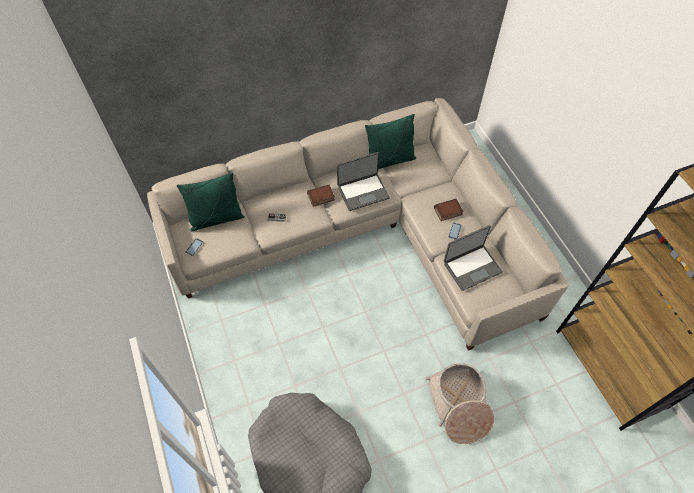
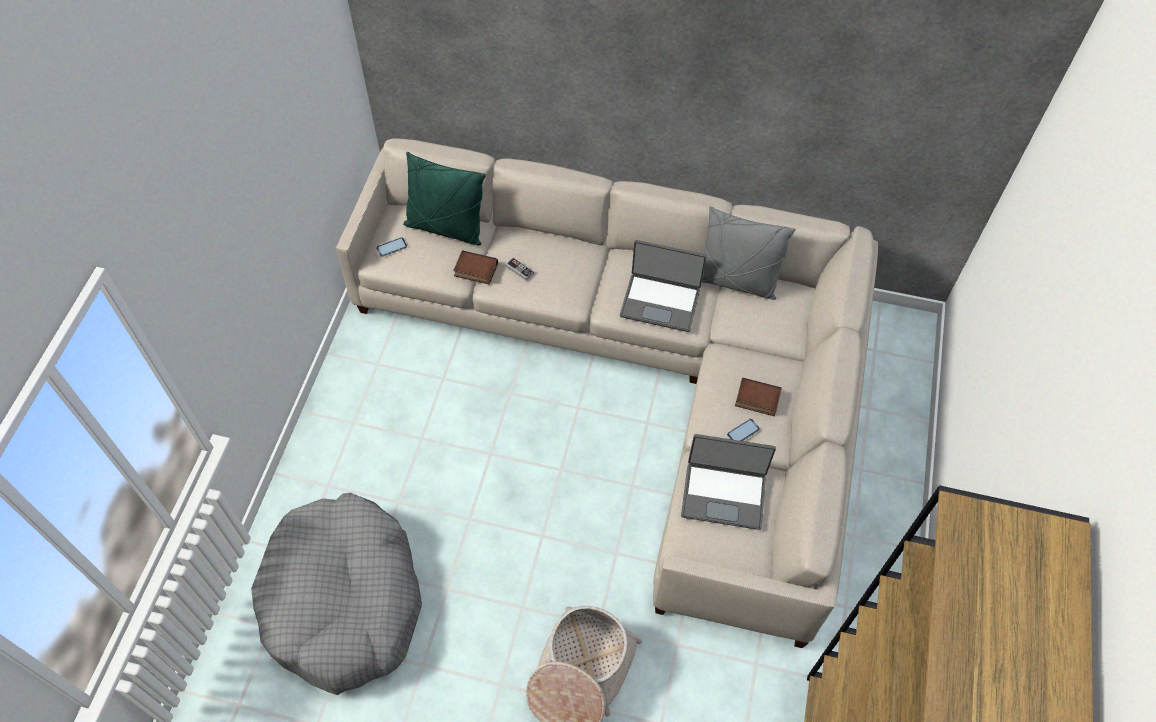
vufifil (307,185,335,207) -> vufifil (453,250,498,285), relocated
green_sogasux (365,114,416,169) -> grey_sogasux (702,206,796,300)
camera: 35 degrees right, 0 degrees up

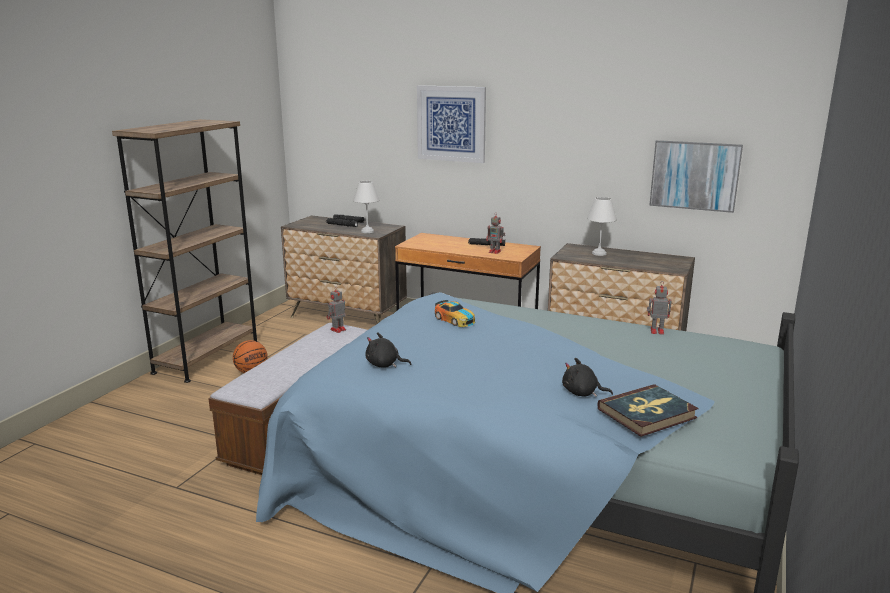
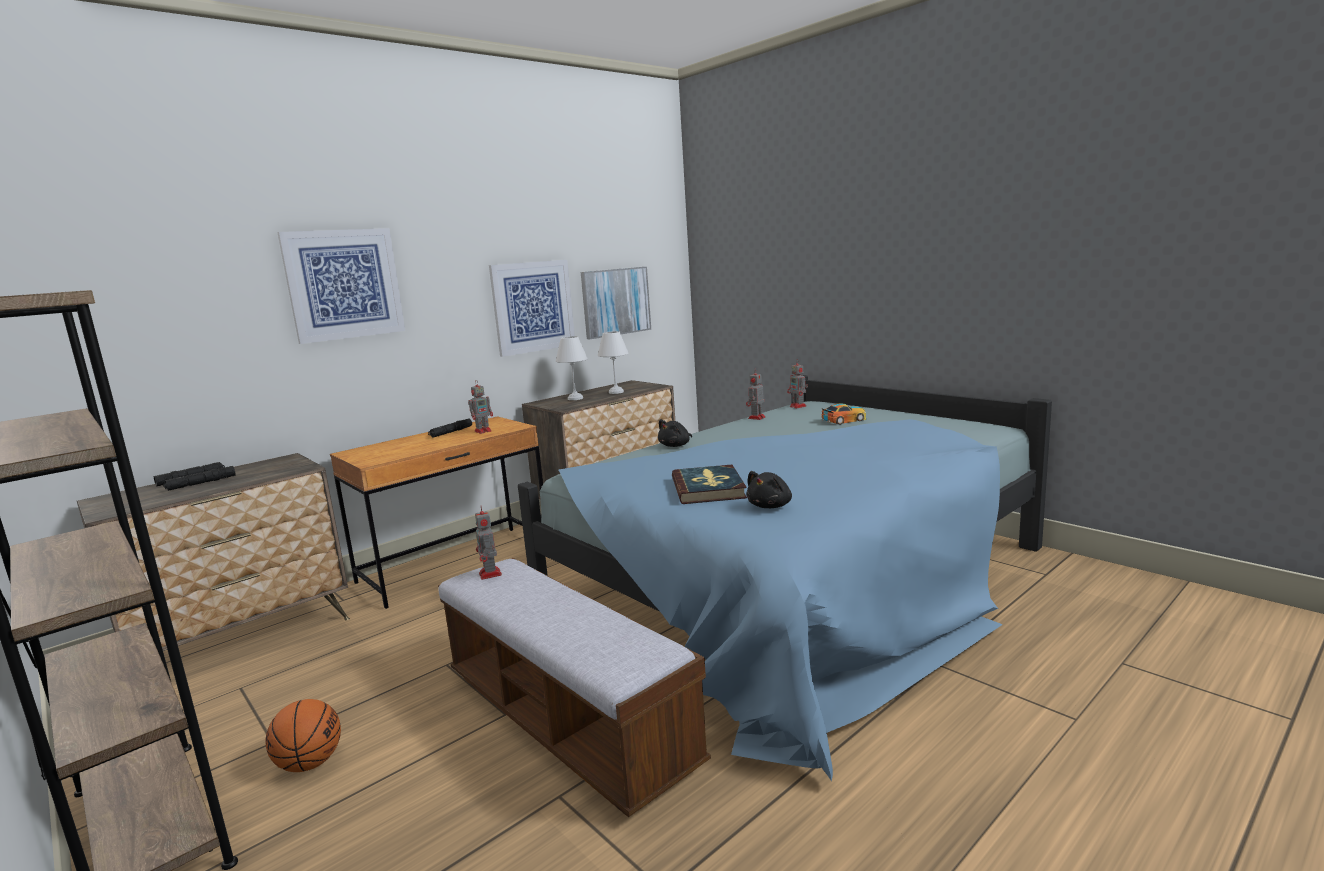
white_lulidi (353,181,379,233) -> white_lulidi (598,331,629,394), relocated
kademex (435,300,475,327) -> kademex (822,403,866,425), relocated
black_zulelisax (562,358,613,397) -> black_zulelisax (658,419,692,447), relocated
vufifil (598,384,699,437) -> vufifil (672,465,747,504), relocated
none -> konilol (489,260,575,357)
none -> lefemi (787,360,808,408)
camera: 65 degrees left, 5 degrees down

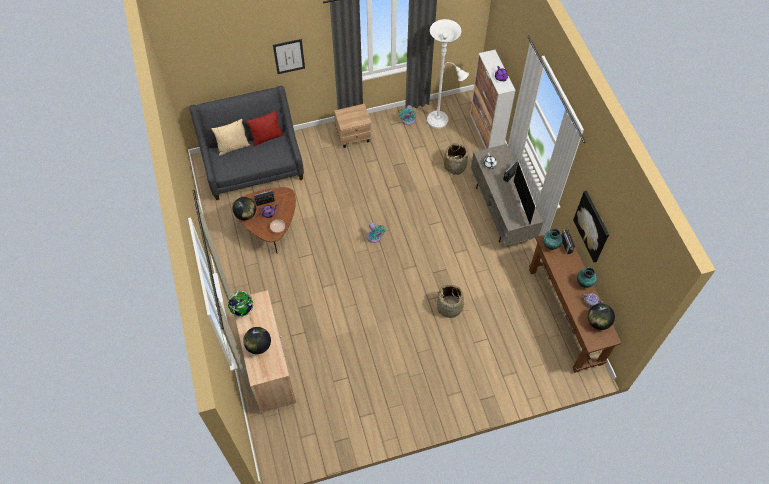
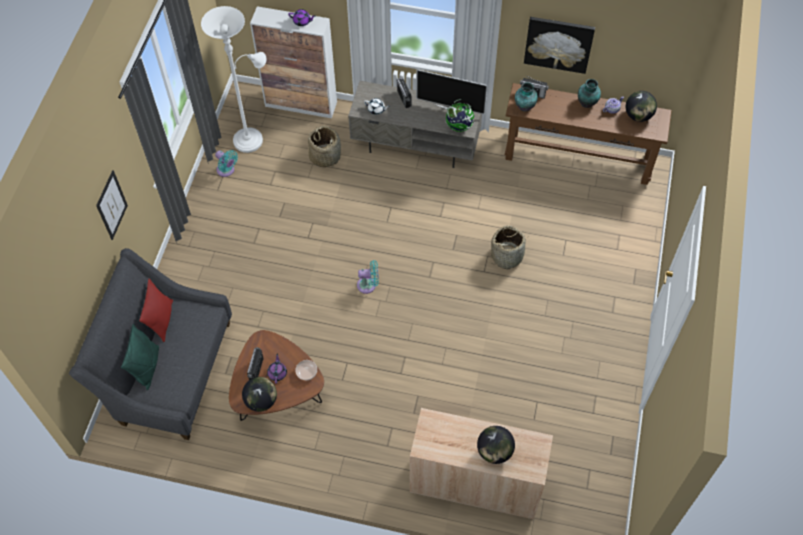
beige_sogasux (211,119,250,156) -> green_sogasux (121,324,159,390)
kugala (228,290,253,317) -> kugala (446,99,475,132), relocated
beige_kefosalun (334,104,372,148) -> none
camera: 60 degrees left, 0 degrees up

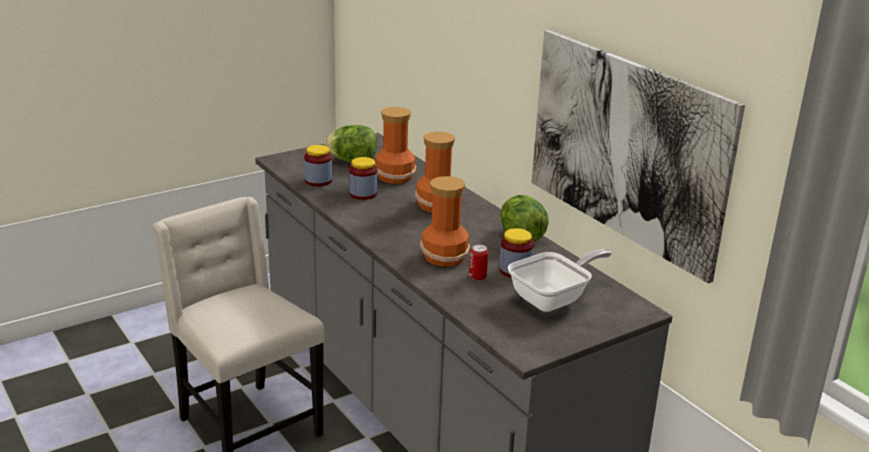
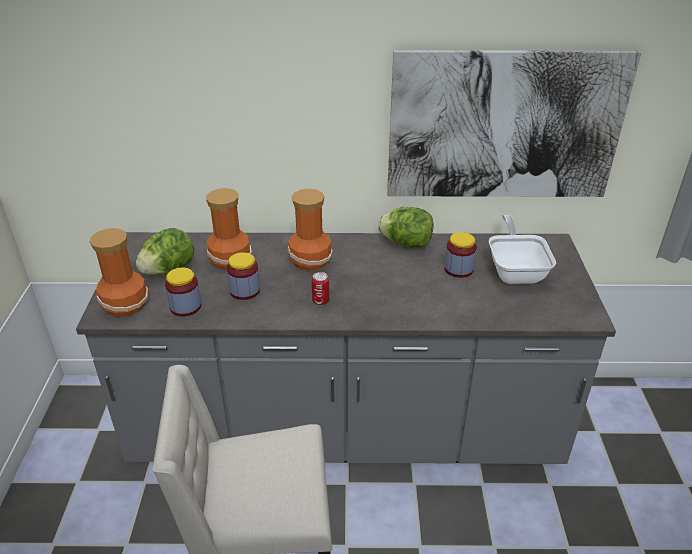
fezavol (420,176,470,267) -> fezavol (90,228,148,317), relocated
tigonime (469,244,488,281) -> tigonime (312,272,329,305), relocated
camera: 55 degrees left, 10 degrees up

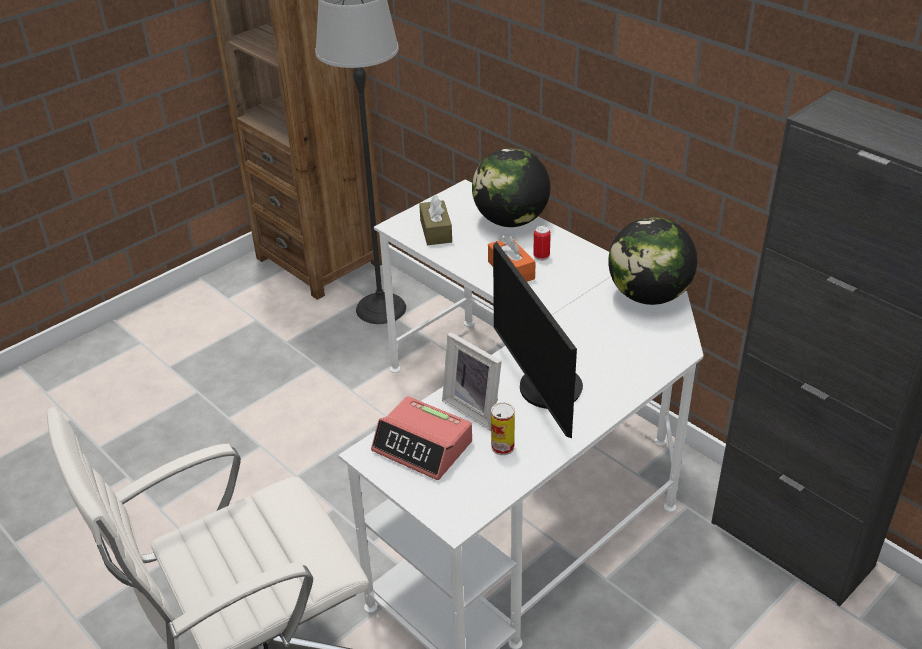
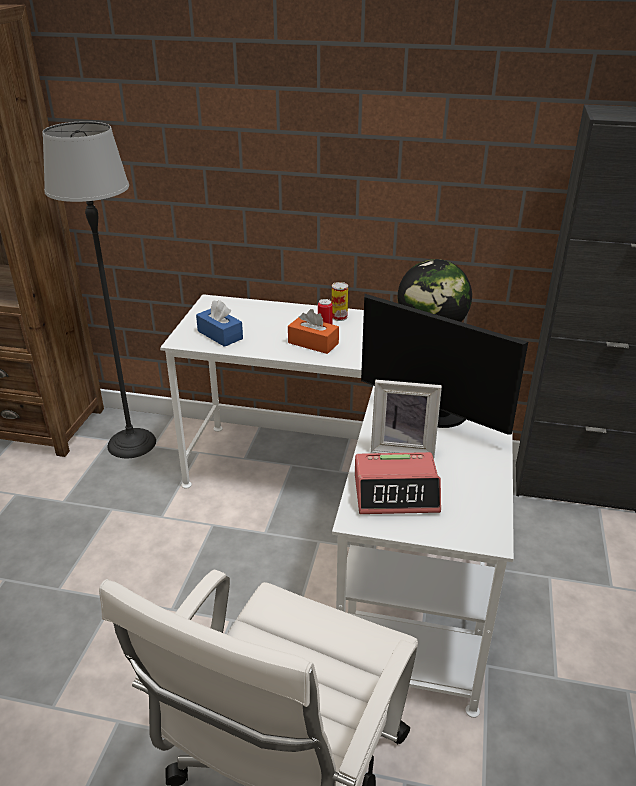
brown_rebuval (419,195,452,245) -> blue_rebuval (196,300,243,347)
kugala (472,148,550,227) -> none
tigonime (491,402,515,455) -> tigonime (332,282,348,321), relocated
camera: 35 degrees left, 5 degrees down

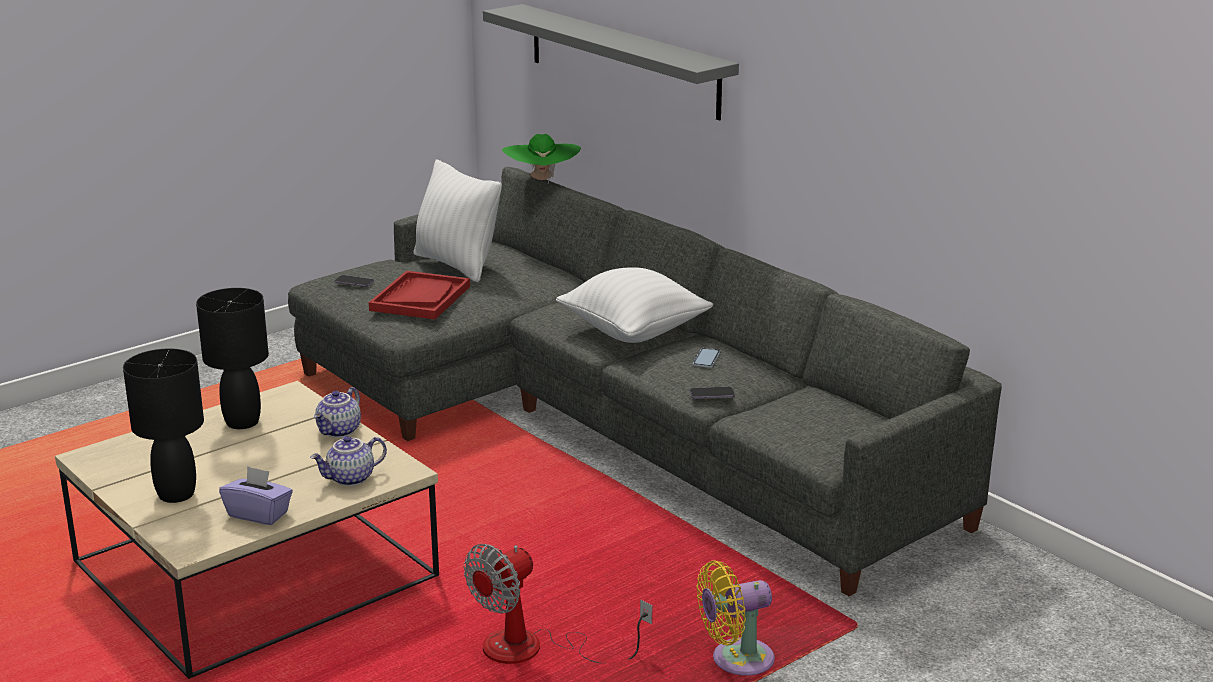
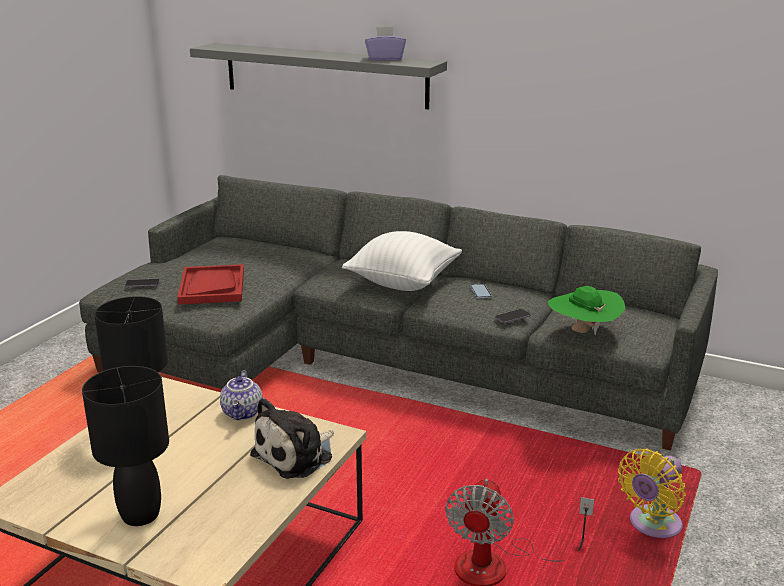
purple_rebuval (219,466,293,525) -> purple_rebuval (365,27,406,61), relocated
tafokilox (310,436,387,486) -> zulelisax (250,398,334,479)
white_sogasux (413,159,502,282) -> none
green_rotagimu (502,134,581,183) -> green_rotagimu (548,286,625,335), relocated
camera: 25 degrees left, 0 degrees up

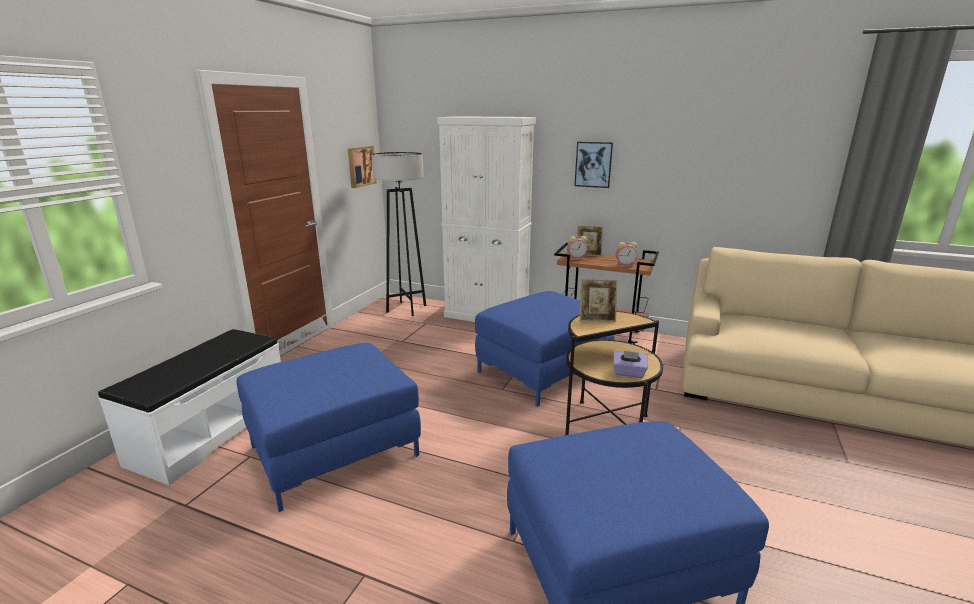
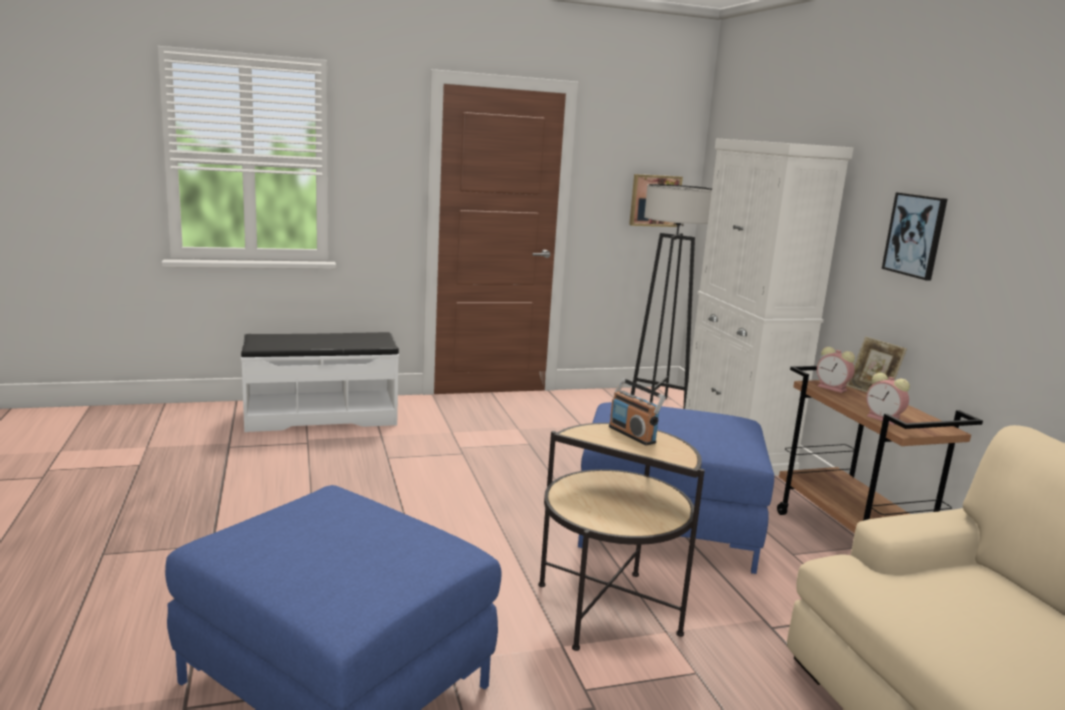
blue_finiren (237,343,421,512) -> none
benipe (580,279,618,322) -> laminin (609,378,666,446)
purple_rebuval (613,351,648,378) -> none
camera: 50 degrees right, 5 degrees down

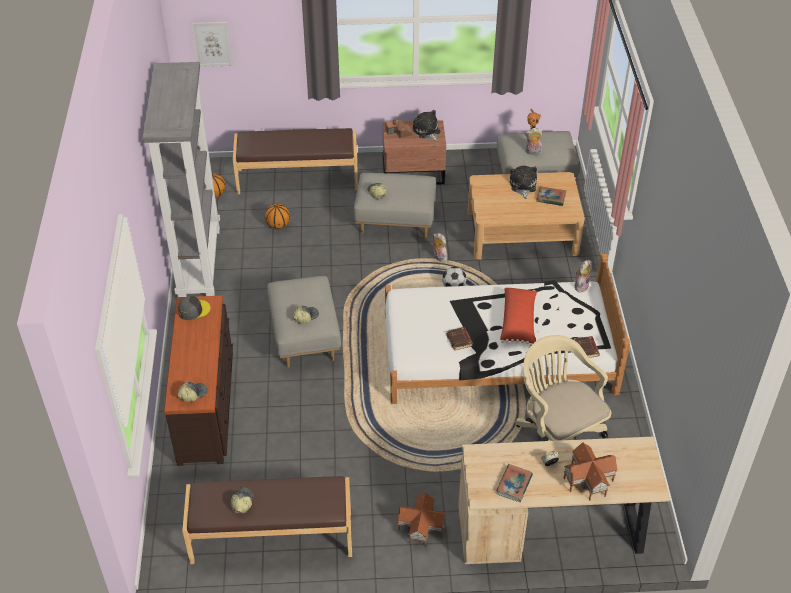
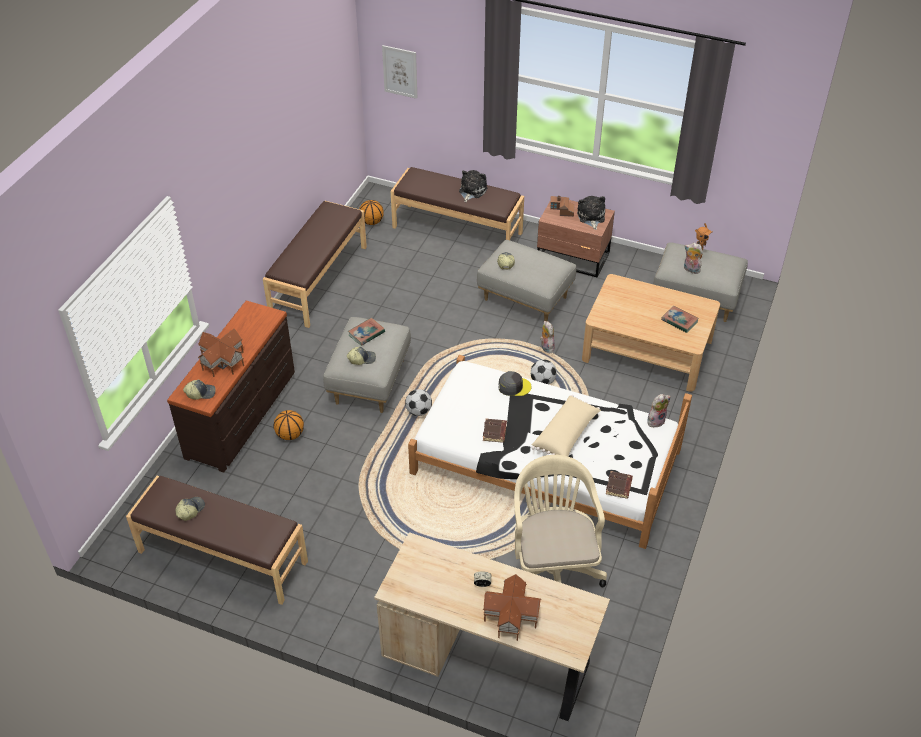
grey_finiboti (142,62,220,297) -> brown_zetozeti (263,201,367,328)
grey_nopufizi (178,296,211,320) -> grey_nopufizi (498,371,531,396), relocated
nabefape (265,204,290,229) -> nabefape (274,410,304,440), relocated
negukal (397,492,446,547) -> negukal (198,329,244,377), relocated
vufifil (496,464,533,502) -> vufifil (348,318,385,346), relocated
red_sogasux (500,287,537,346) -> beige_sogasux (531,395,601,456)
zulelisax (510,166,537,199) -> zulelisax (459,170,487,202), relocated
none -> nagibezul (405,389,432,416)
camera: 25 degrees right, 0 degrees up

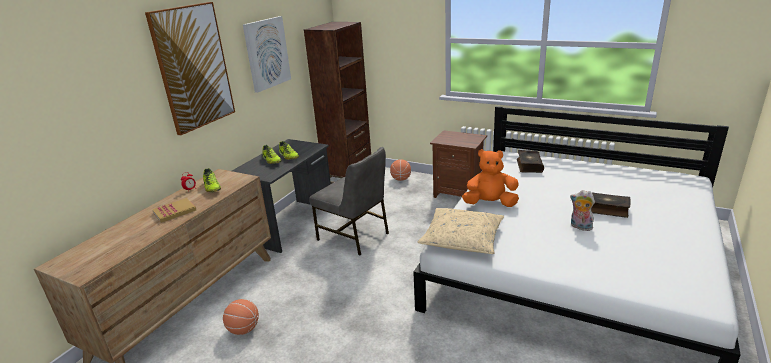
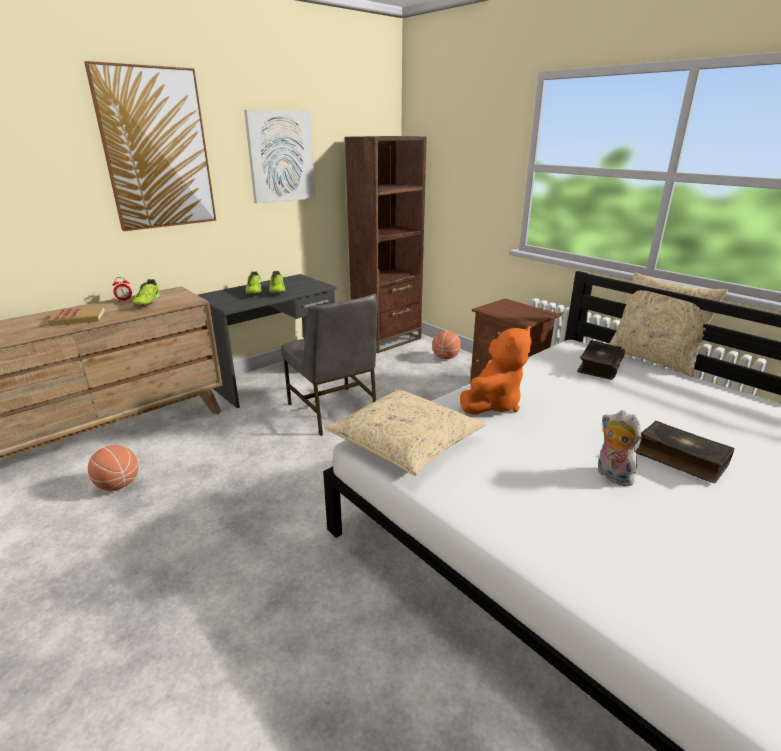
orange_zulelisax (462,149,519,207) -> orange_zulelisax (460,326,531,415), 105 degrees clockwise
none -> beige_sogasux (609,272,728,377)
camera: 20 degrees right, 0 degrees up

